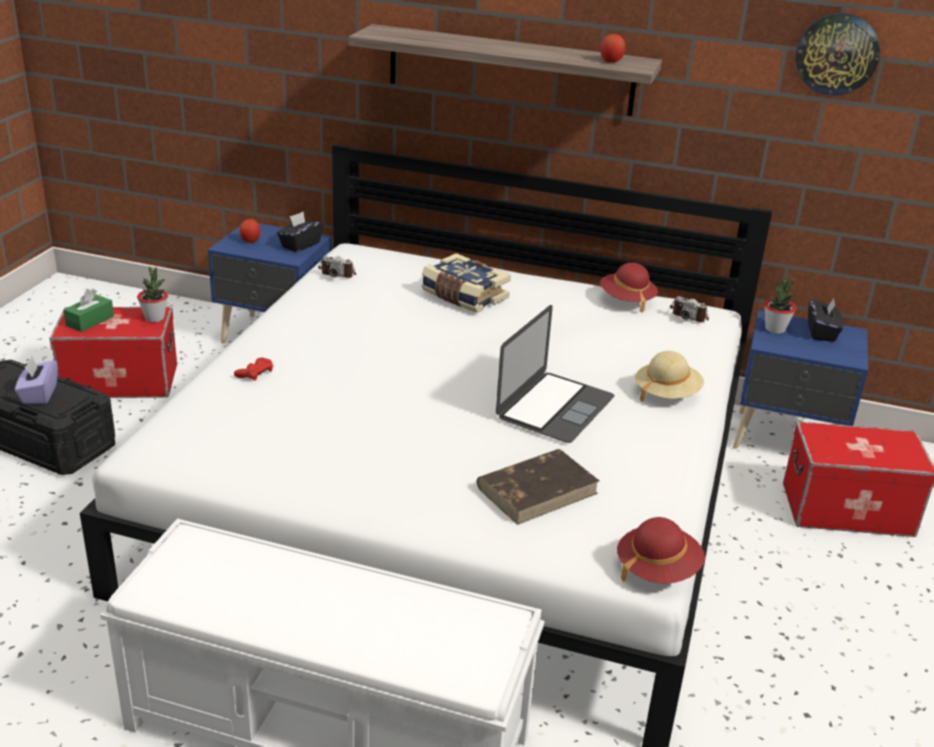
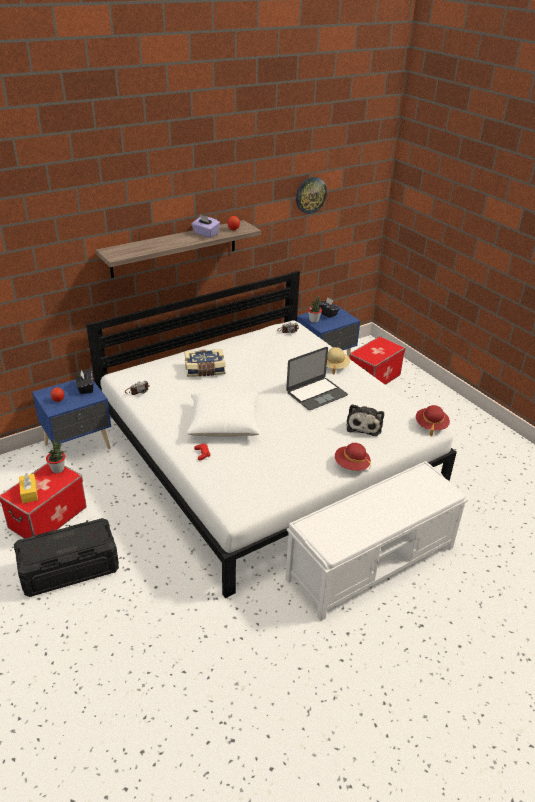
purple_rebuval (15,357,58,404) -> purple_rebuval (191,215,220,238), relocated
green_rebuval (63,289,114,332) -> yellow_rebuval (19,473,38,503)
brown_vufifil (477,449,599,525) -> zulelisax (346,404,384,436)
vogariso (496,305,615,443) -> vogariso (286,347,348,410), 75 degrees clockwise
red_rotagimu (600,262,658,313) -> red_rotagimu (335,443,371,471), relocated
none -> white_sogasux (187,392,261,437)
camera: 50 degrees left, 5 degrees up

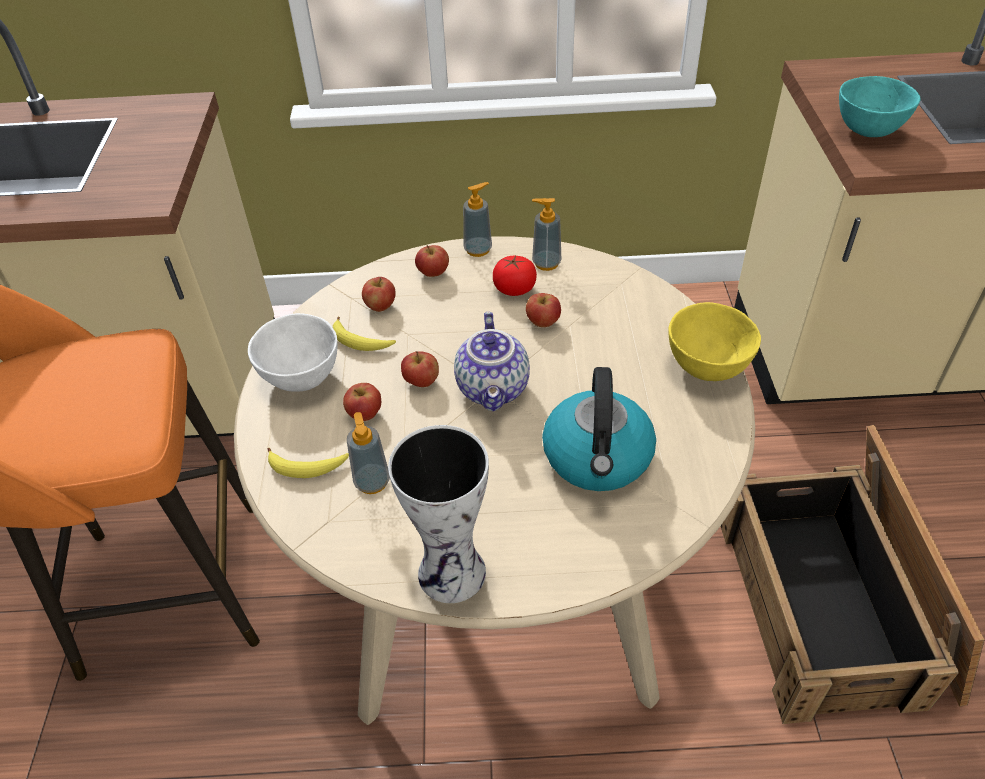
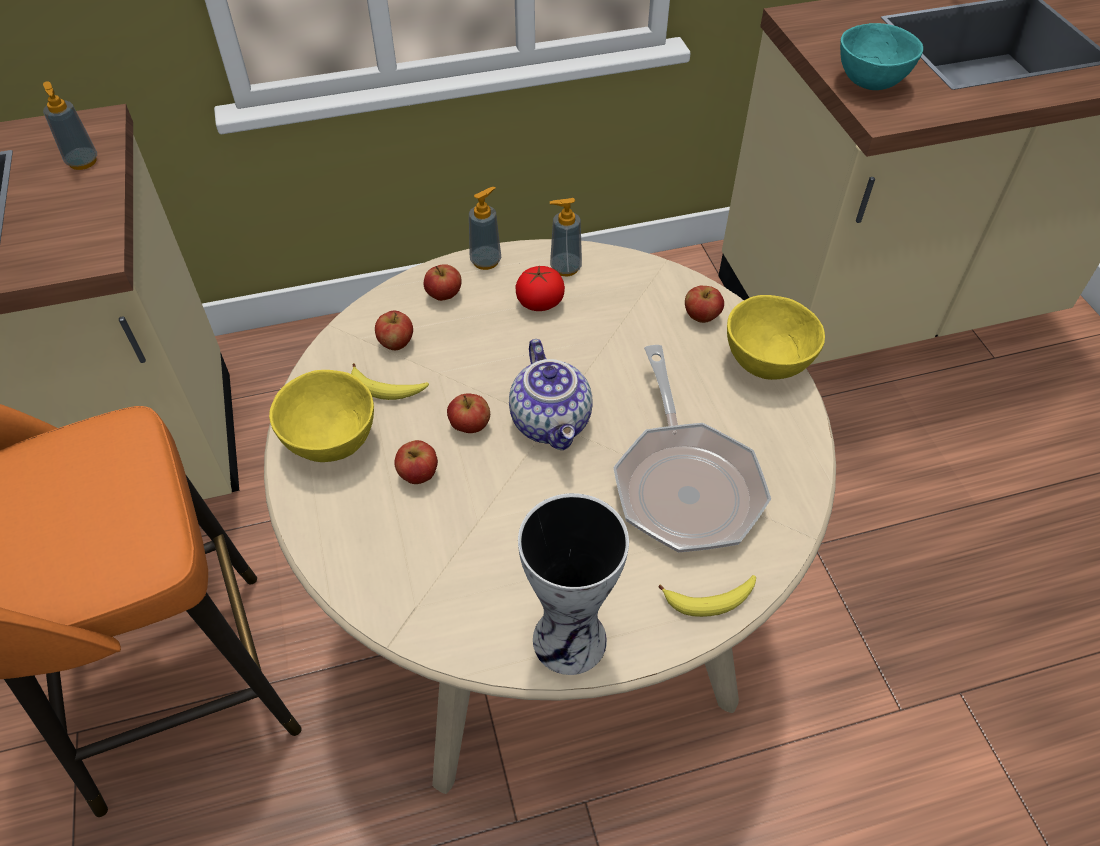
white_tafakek (248,313,337,392) -> yellow_tafakek (269,370,374,462)
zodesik (268,448,349,478) -> zodesik (658,575,756,617), relocated
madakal (347,412,390,494) -> madakal (43,81,97,170), relocated
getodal (526,293,561,327) -> getodal (685,285,724,323), relocated
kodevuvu (542,367,656,491) -> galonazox (613,345,771,553)
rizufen (720,425,984,724) -> none
camera: 15 degrees left, 5 degrees up

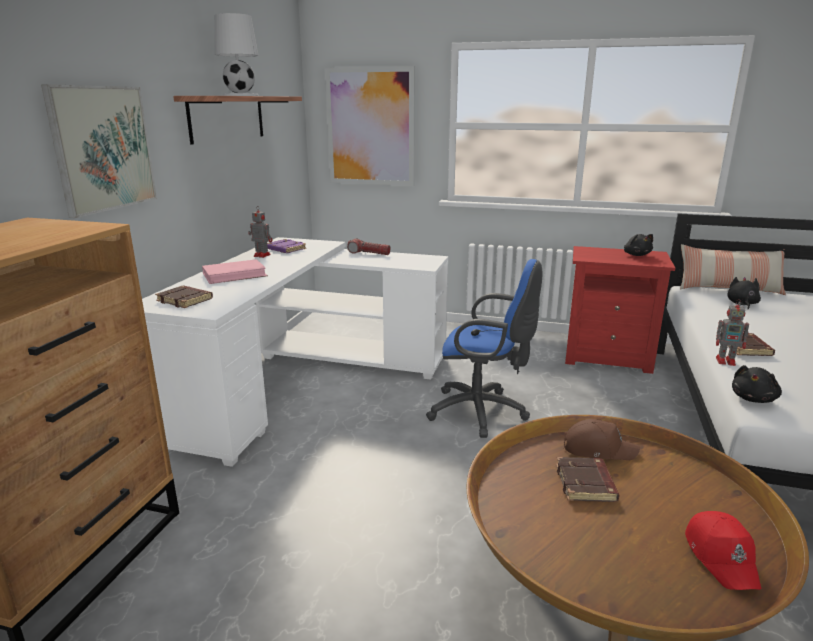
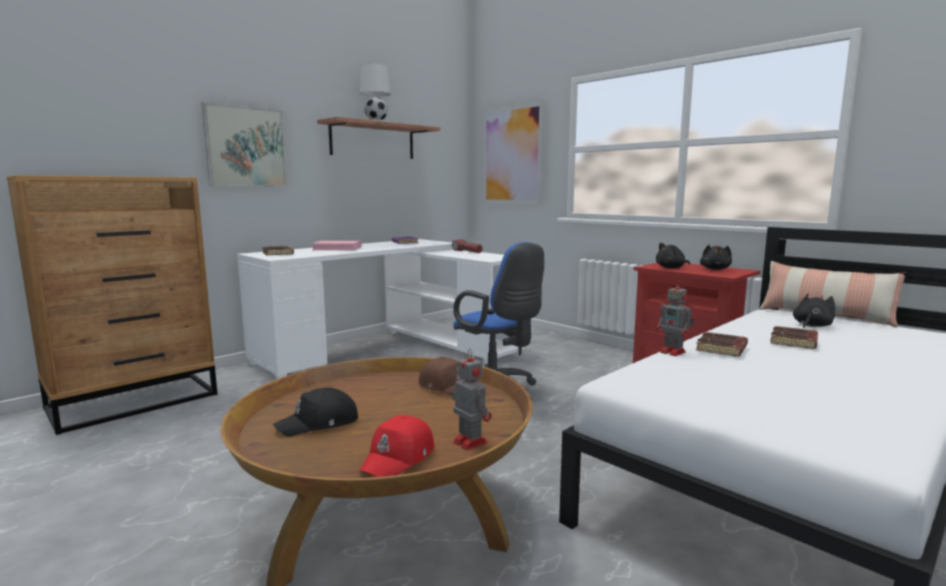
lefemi (248,210,272,258) -> lefemi (451,349,492,450), relocated
brown_vufifil (556,457,619,502) -> brown_vufifil (770,326,818,349), relocated
black_zulelisax (732,365,782,403) -> black_zulelisax (656,243,690,268), relocated
none -> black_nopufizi (273,387,358,436)
camera: 30 degrees right, 10 degrees down

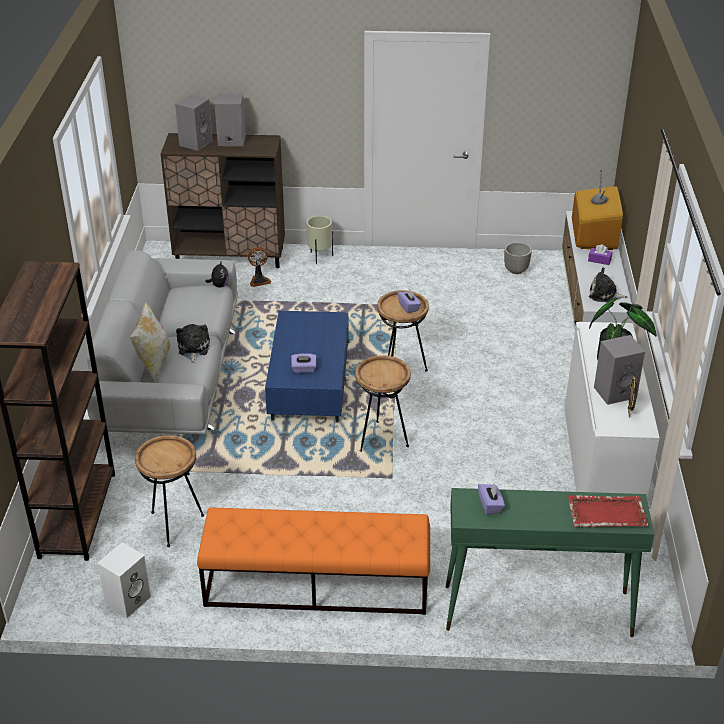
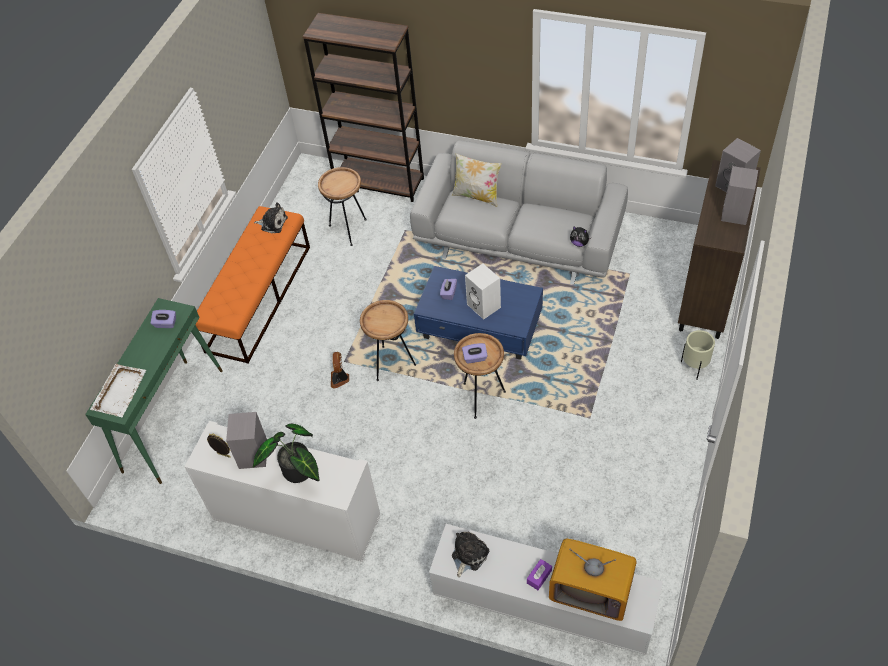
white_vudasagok (97,542,151,618) -> white_vudasagok (465,263,501,320), relocated
zulelisax (176,324,210,363) -> zulelisax (254,202,288,233), relocated
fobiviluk (248,247,271,287) -> fobiviluk (331,352,349,389), relocated
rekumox (504,242,532,274) -> none
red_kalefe (568,495,648,527) -> white_kalefe (90,364,146,417)
camera: 110 degrees right, 15 degrees up

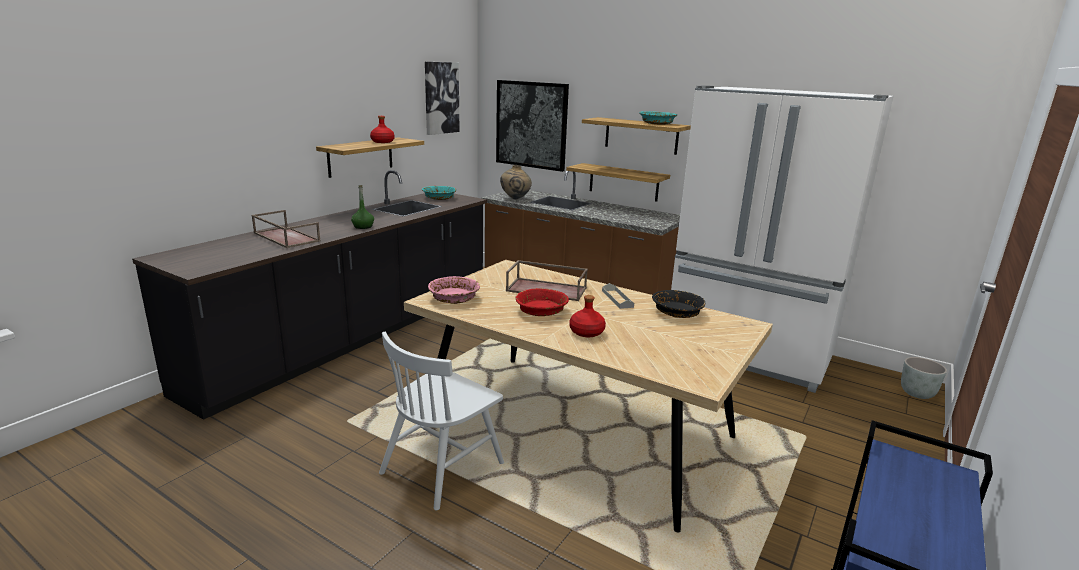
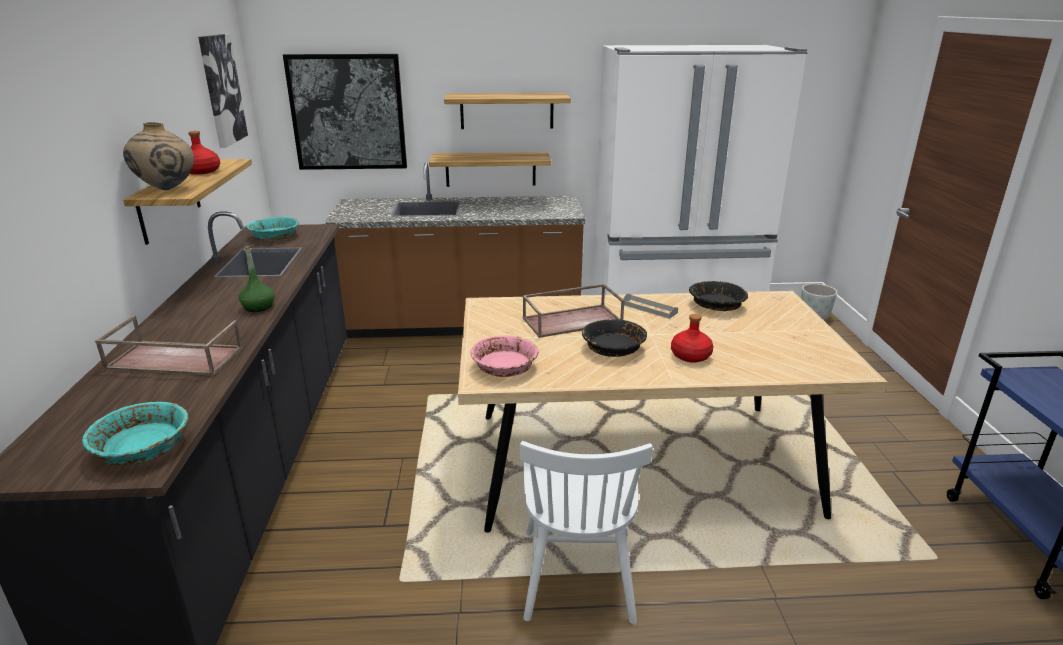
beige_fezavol (500,165,532,199) -> beige_fezavol (123,122,194,190), relocated
red_tafakek (515,288,569,316) -> black_tafakek (582,319,647,357)
turquoise_tafakek (639,111,677,125) -> turquoise_tafakek (82,402,189,465), relocated
camera: 35 degrees left, 5 degrees up

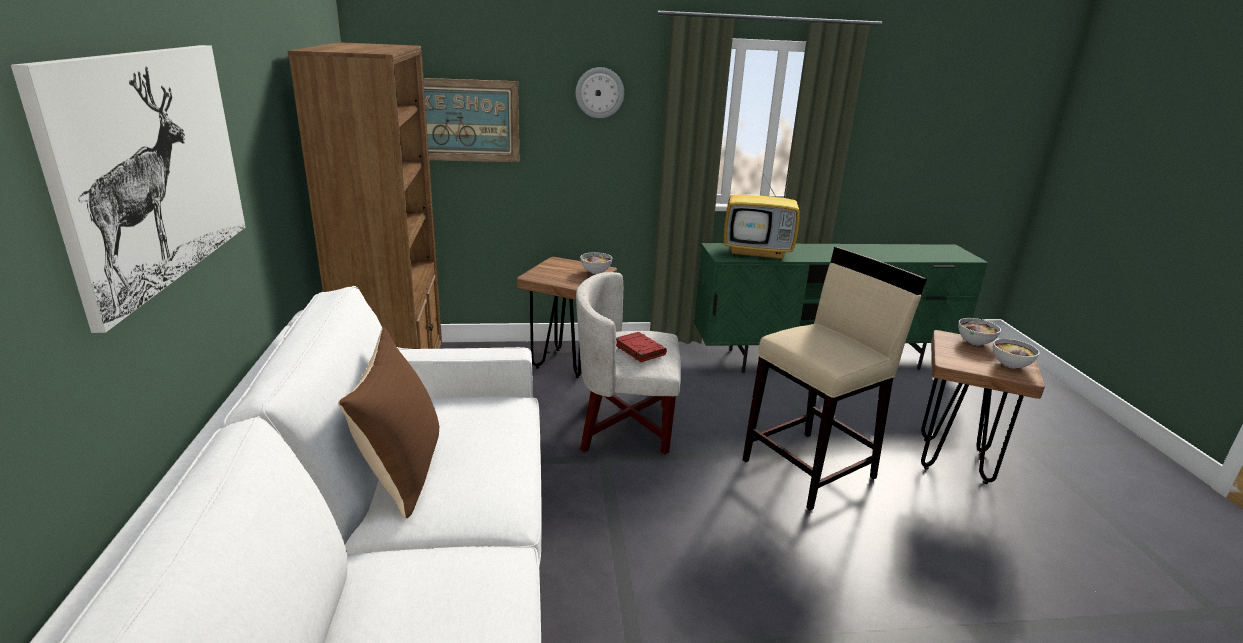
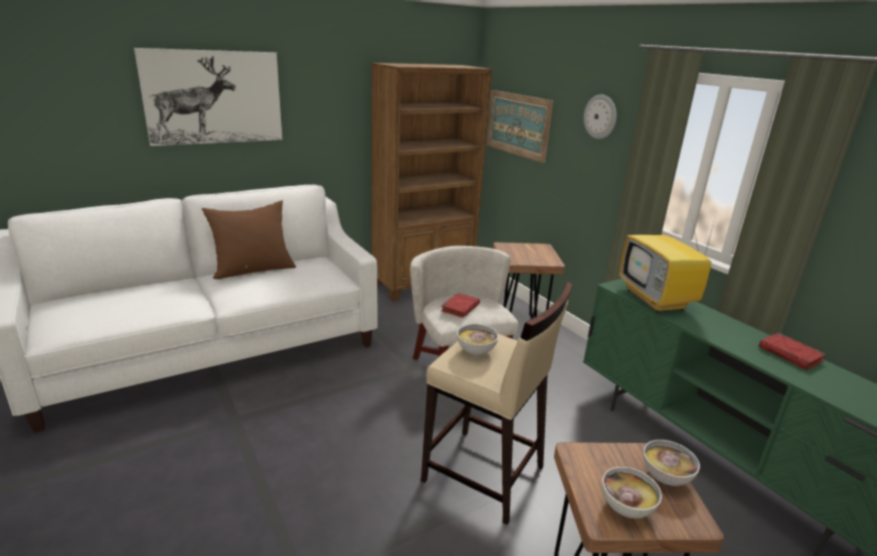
tafakek (580,252,612,274) -> tafakek (457,324,498,355), relocated
none -> red_vufifil (759,333,826,370)
camera: 65 degrees right, 0 degrees up

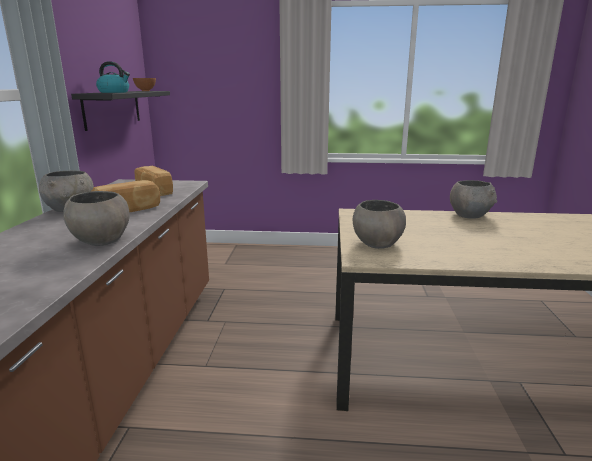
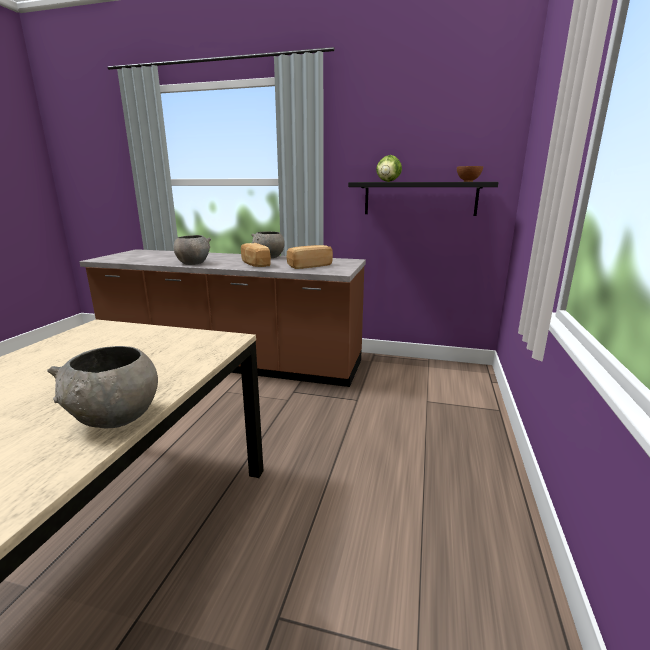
kodevuvu (96,61,130,93) -> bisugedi (376,155,402,182)
grey_tafakek (353,200,406,249) -> none
camera: 100 degrees right, 0 degrees up

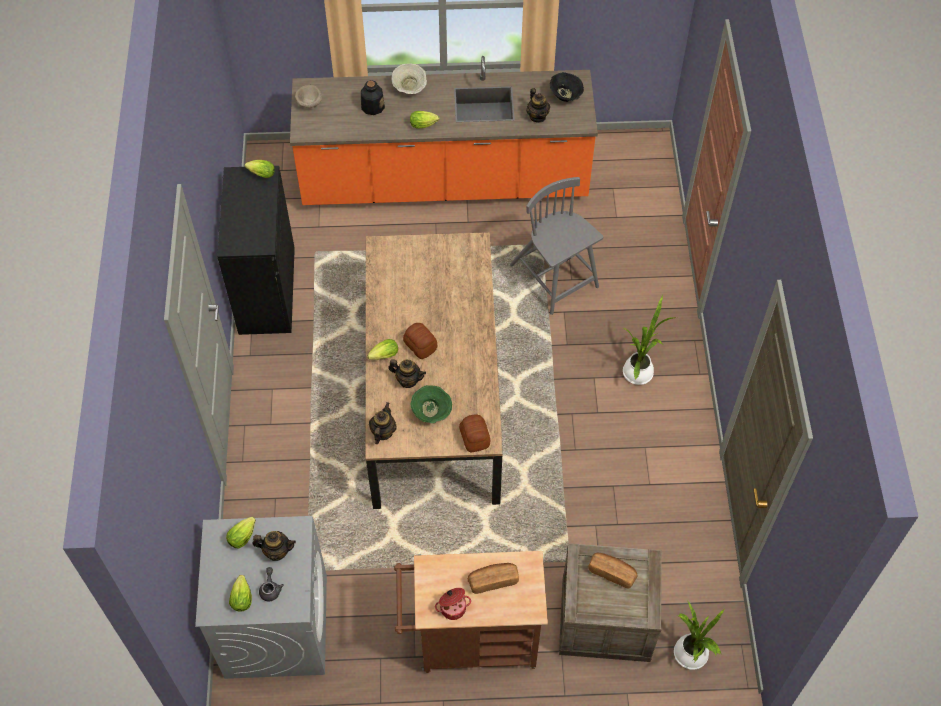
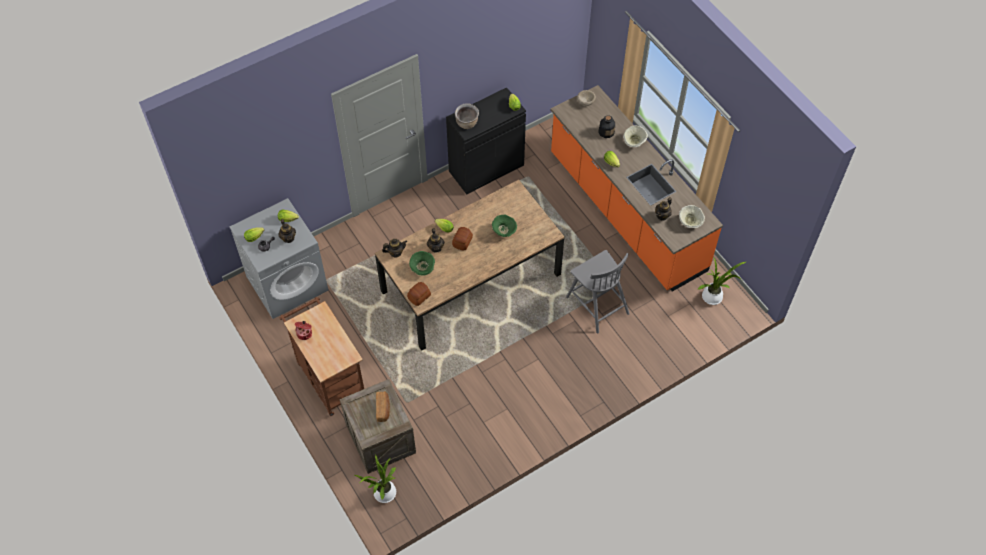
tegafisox (468,563,519,594) -> none
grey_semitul (510,177,603,315) -> grey_semitul (566,250,630,333), 120 degrees clockwise
black_tafakek (550,72,584,102) -> beige_tafakek (679,205,705,228)
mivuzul (622,295,676,385) -> mivuzul (697,257,746,305), relocated
none -> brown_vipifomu (455,103,479,129)
none -> green_tafakek (492,215,517,237)
camera: 60 degrees right, 0 degrees up

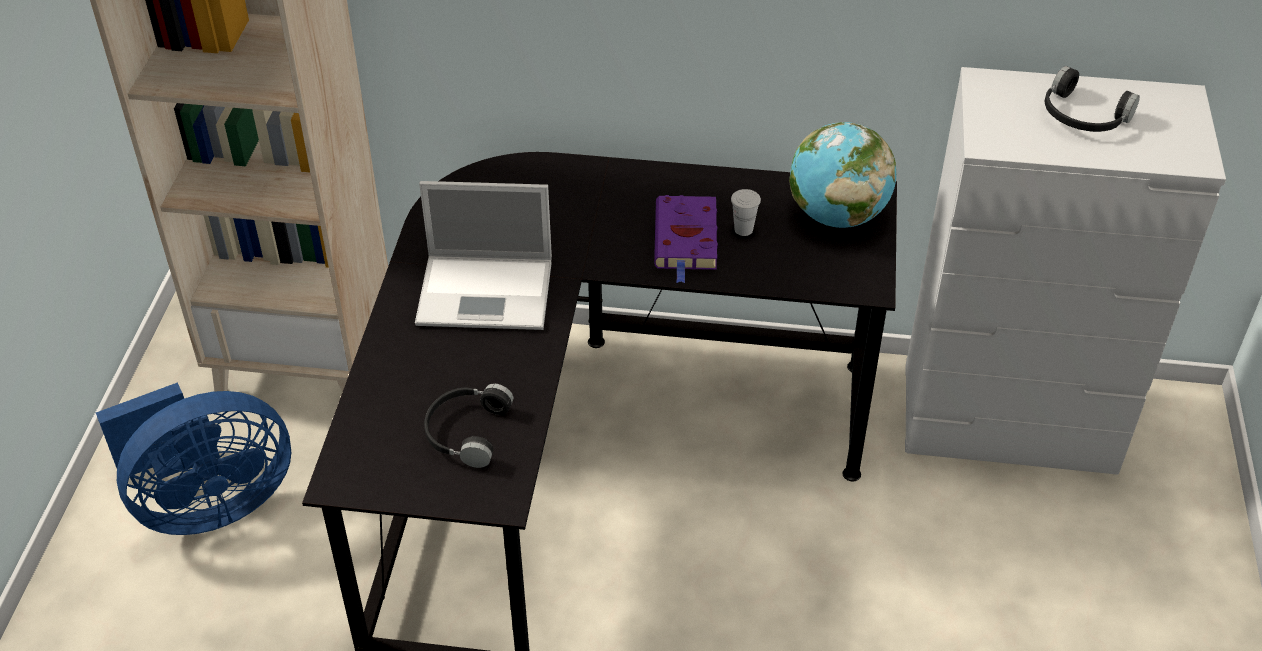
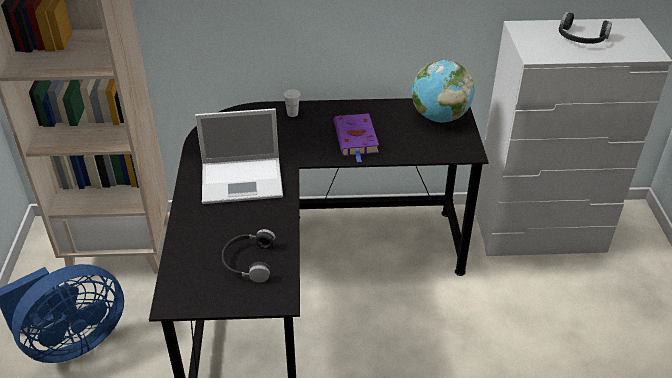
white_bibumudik (731,189,761,236) -> white_bibumudik (283,89,300,117), relocated
camera: 10 degrees left, 5 degrees down

